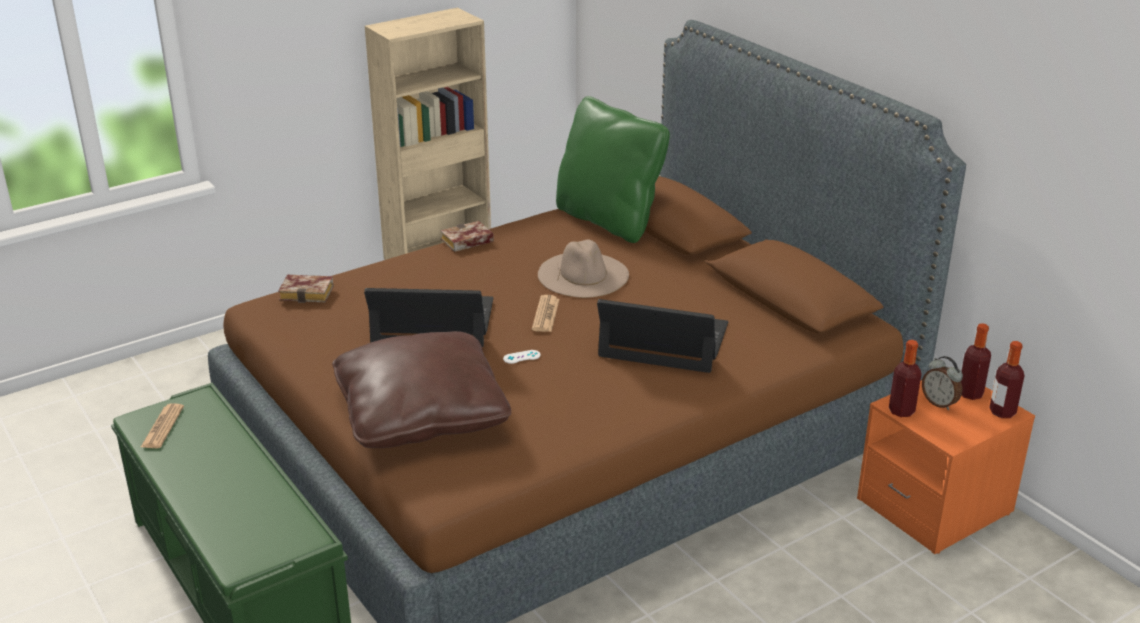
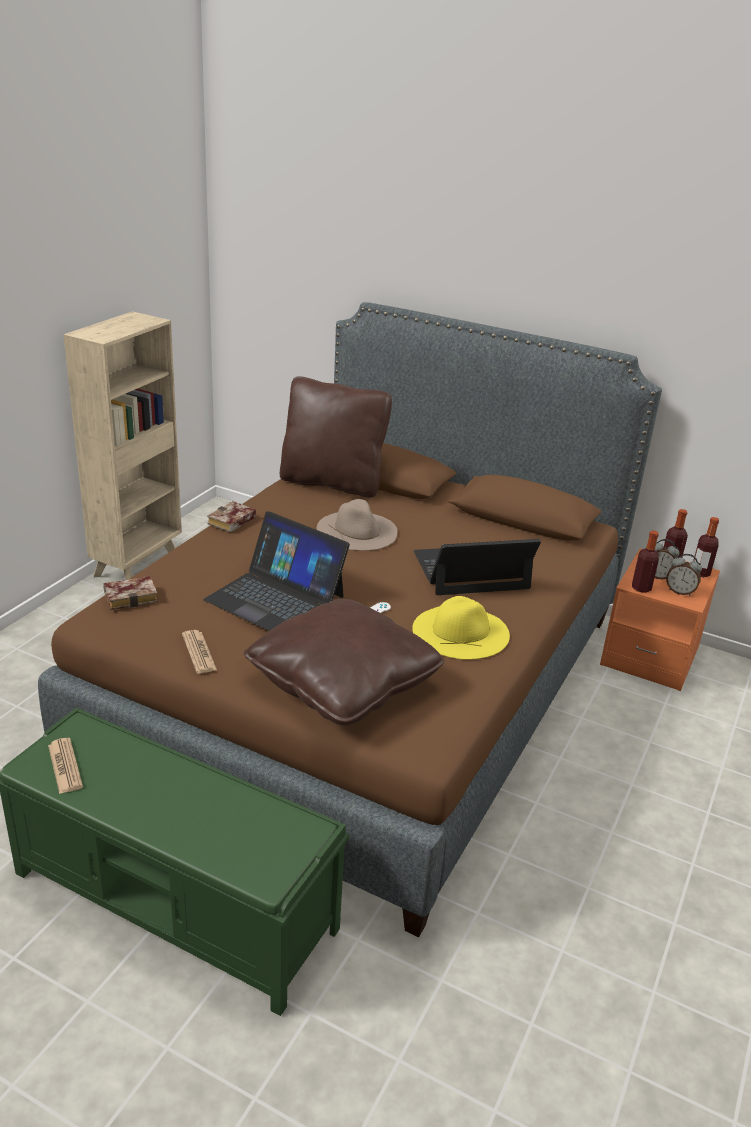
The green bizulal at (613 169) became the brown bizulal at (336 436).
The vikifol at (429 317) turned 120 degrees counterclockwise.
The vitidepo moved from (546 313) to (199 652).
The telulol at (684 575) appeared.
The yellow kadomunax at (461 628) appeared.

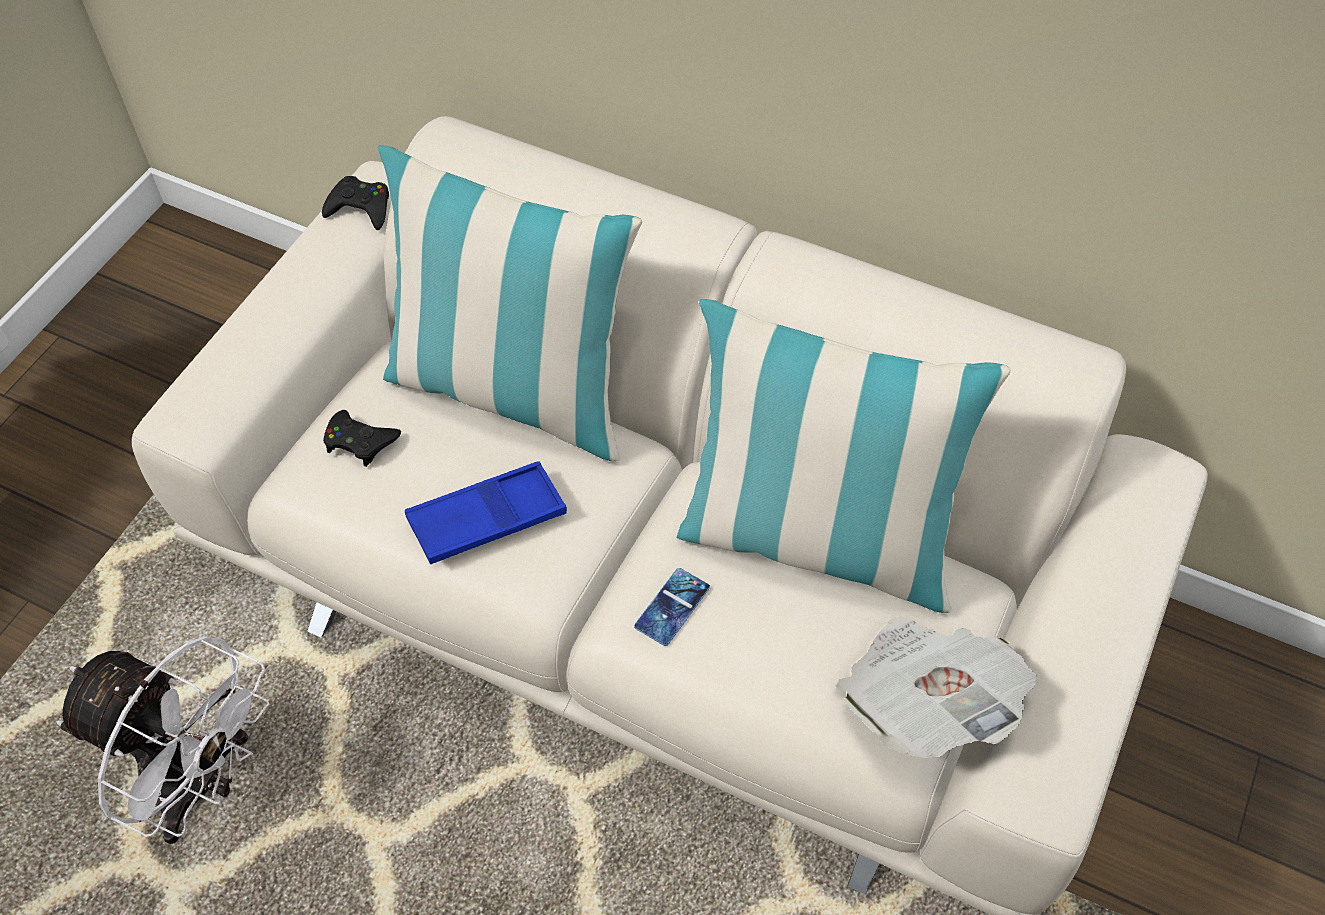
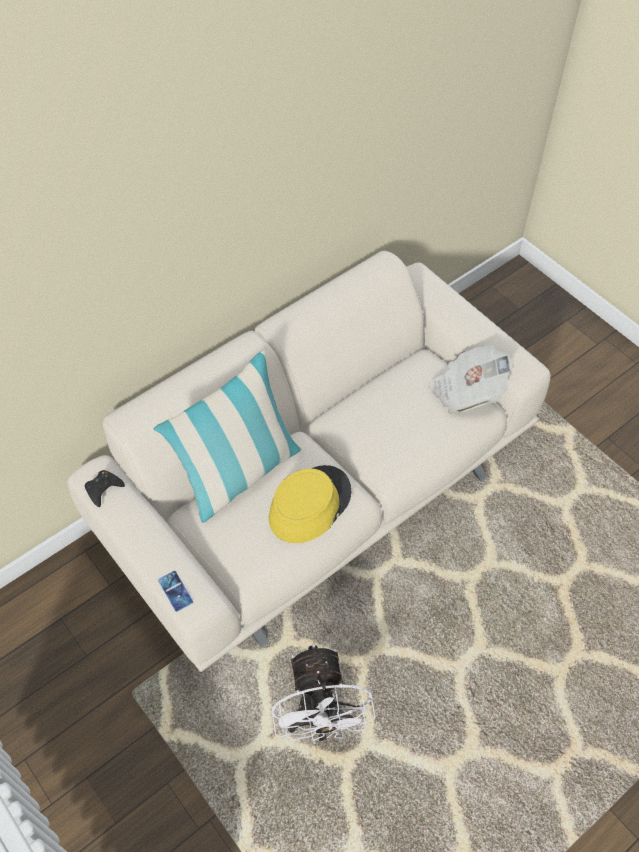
The bizulal at (844 456) disappeared.
The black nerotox at (362 438) disappeared.
The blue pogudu at (486 512) was replaced by the yellow kadomunax at (310 504).
The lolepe moved from (672 607) to (175 591).
The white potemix at (162 740) turned 120 degrees clockwise.

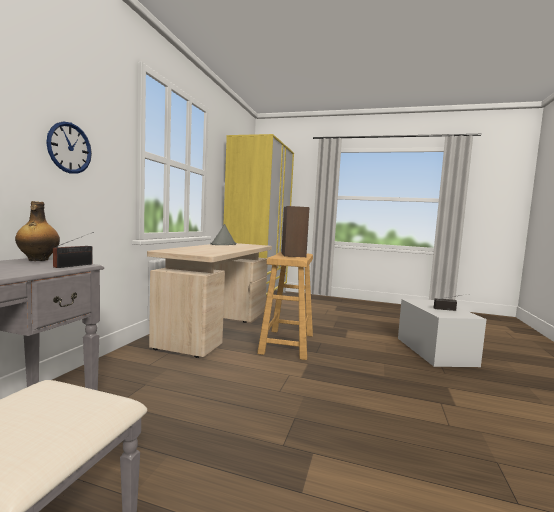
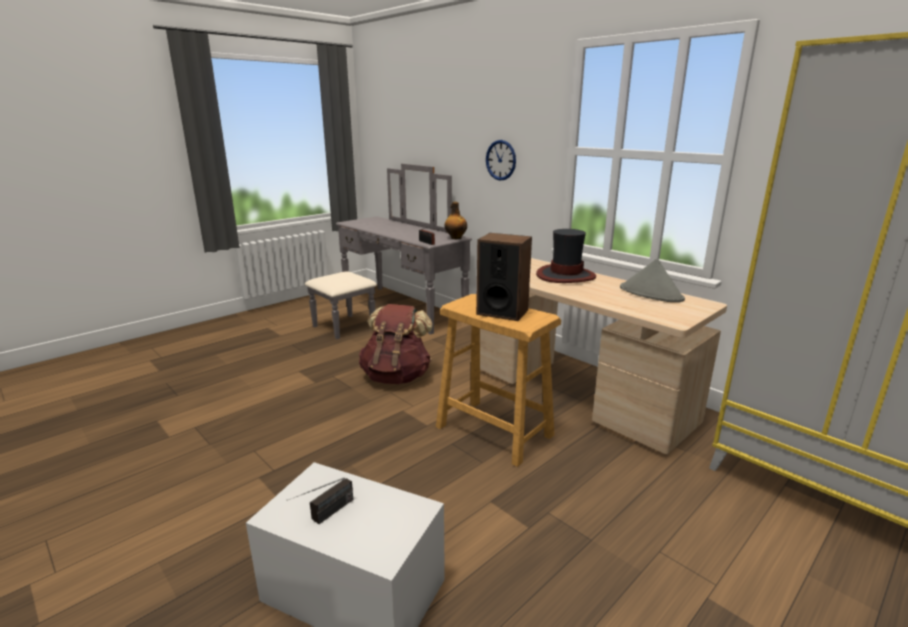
The kadomunax at (566 256) appeared.
The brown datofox at (396 344) appeared.

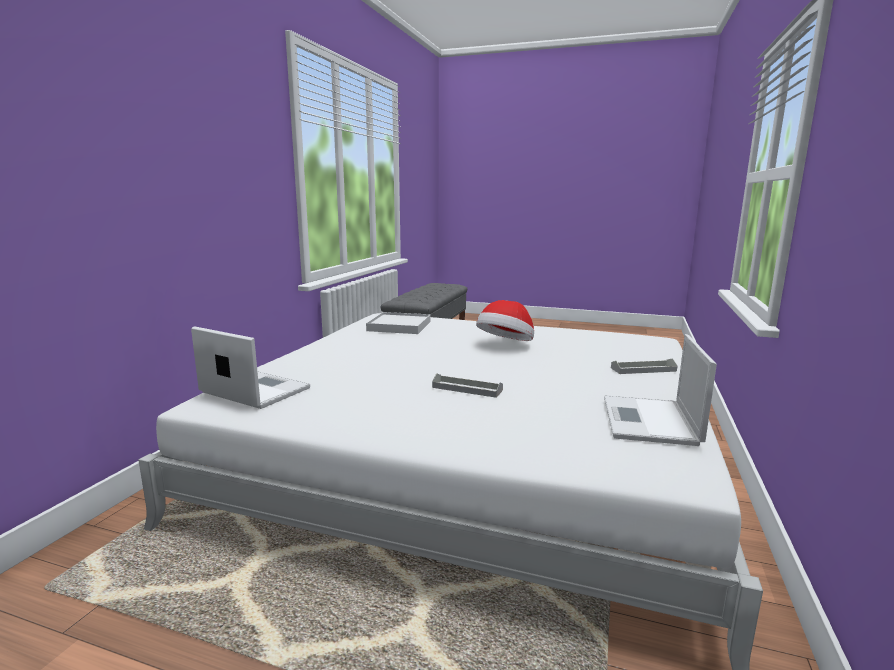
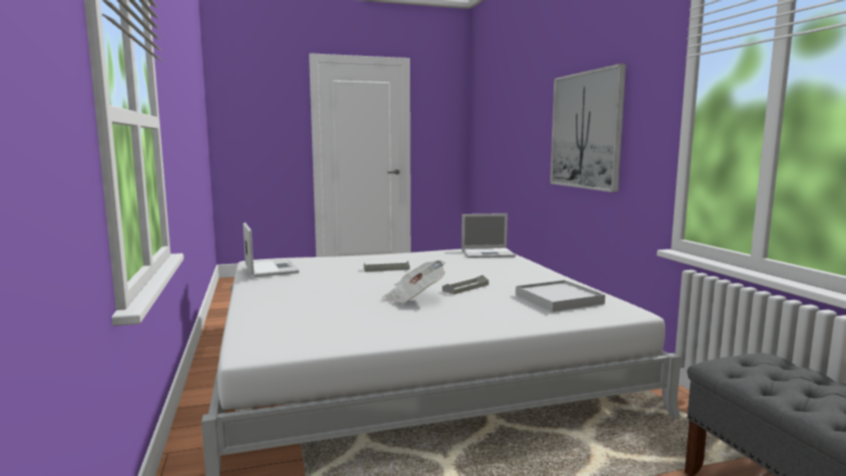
The kadomunax at (505 320) was replaced by the vitidepo at (413 281).
The grey pogudu moved from (644 366) to (465 285).
The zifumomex at (588 128) appeared.

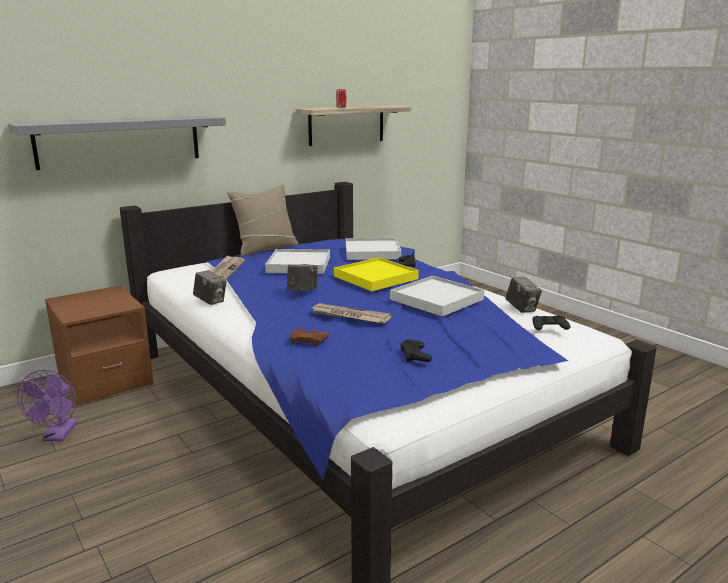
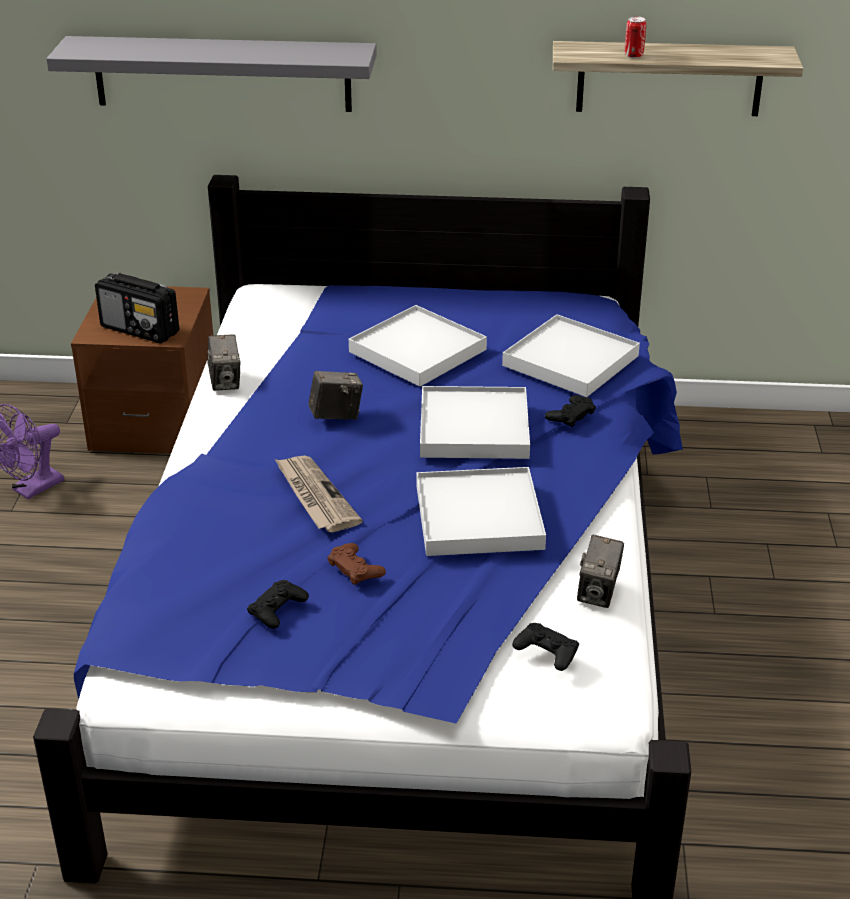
The beige bizulal at (262 220) disappeared.
The vitidepo at (228 267) disappeared.
The yellow pogudu at (376 274) became the white pogudu at (475 422).
The brown nerotox moved from (309 337) to (356 564).
The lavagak at (137 308) appeared.

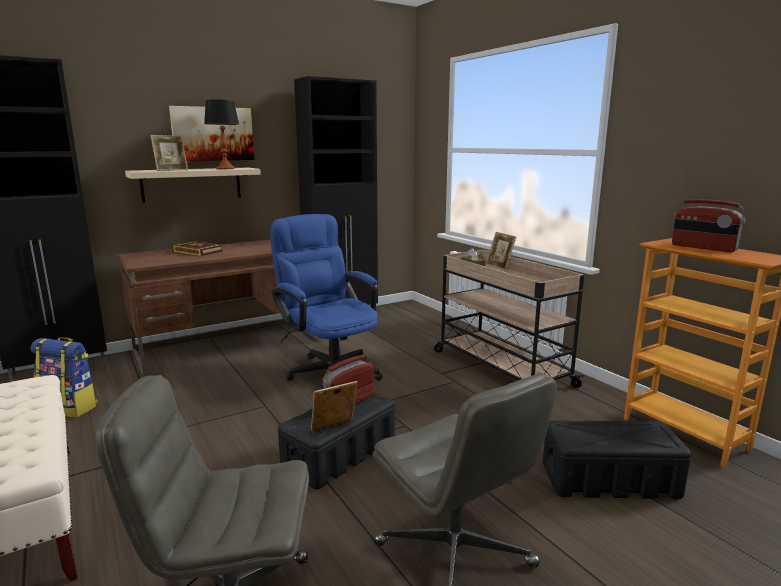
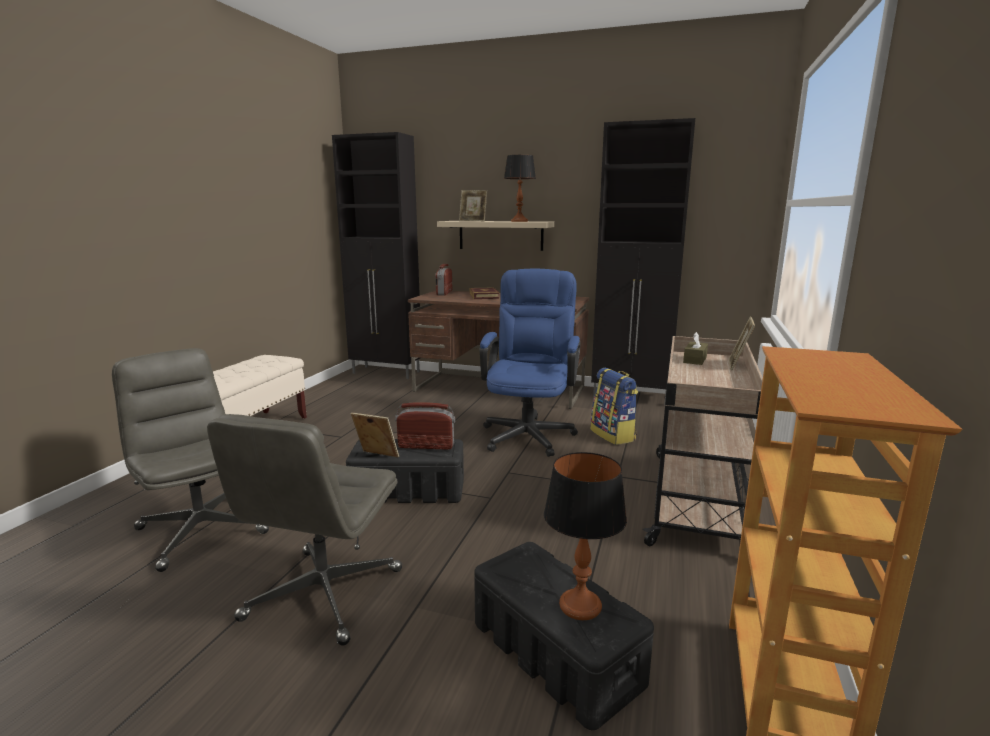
The zifumomex at (211 133) disappeared.
The lavagak moved from (709 225) to (443 279).
The datofox moved from (64 377) to (614 406).
The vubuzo at (585 536) appeared.

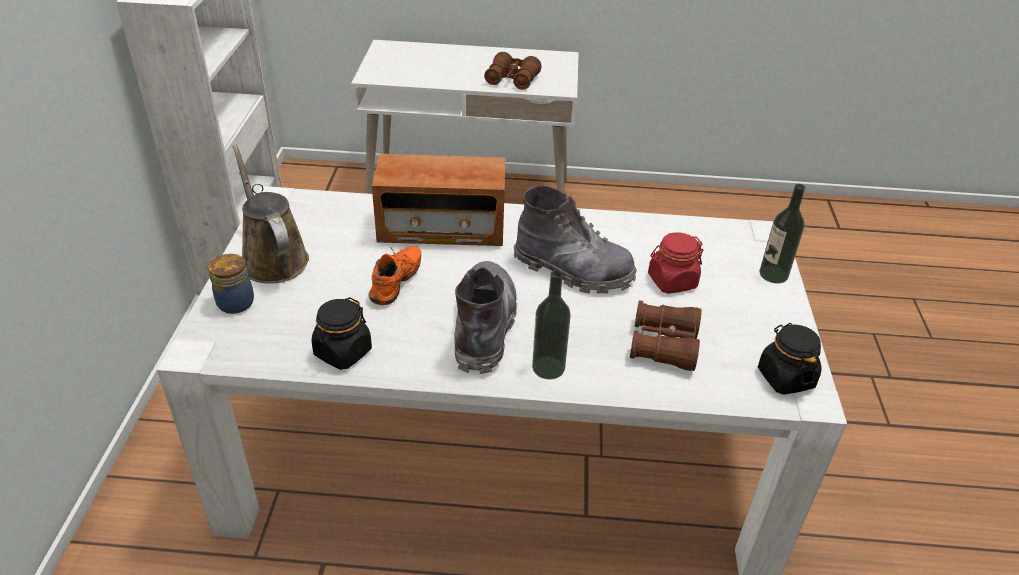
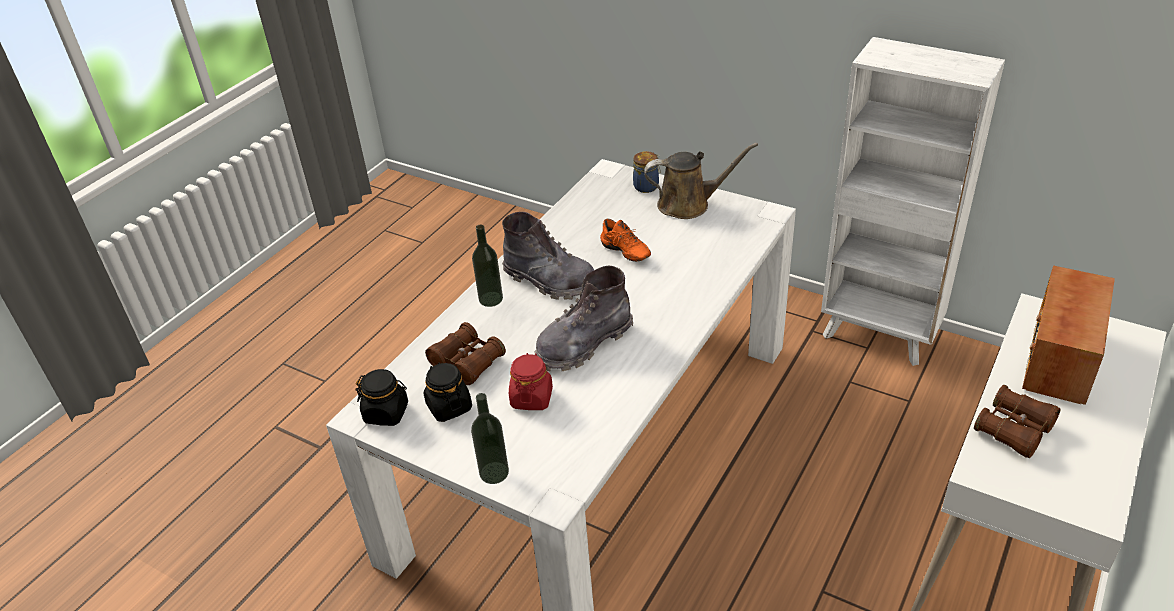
The lavagak moved from (438 200) to (1068 335).
The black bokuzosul moved from (342 333) to (448 392).

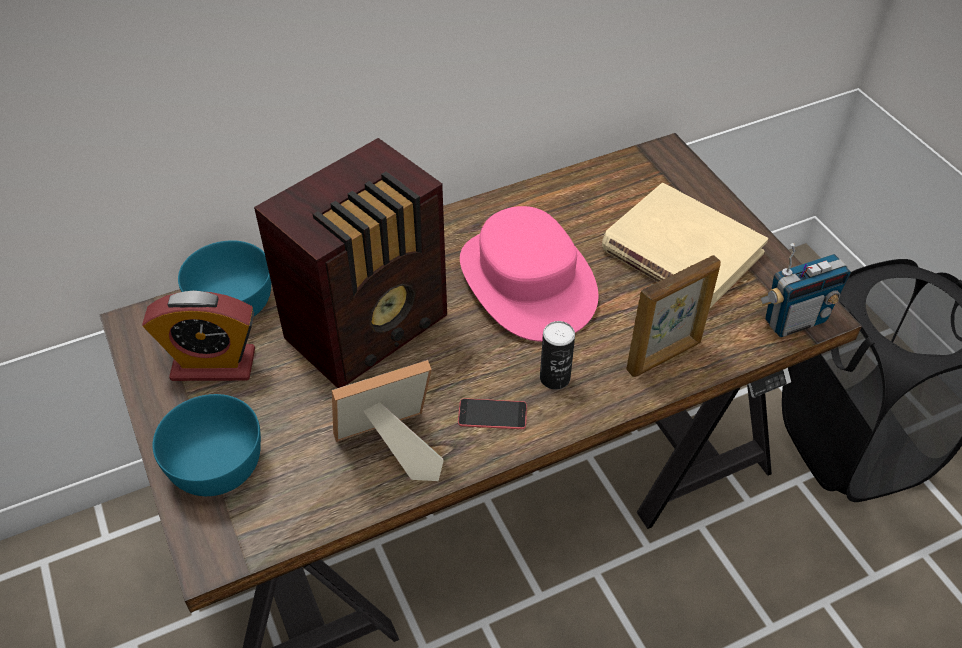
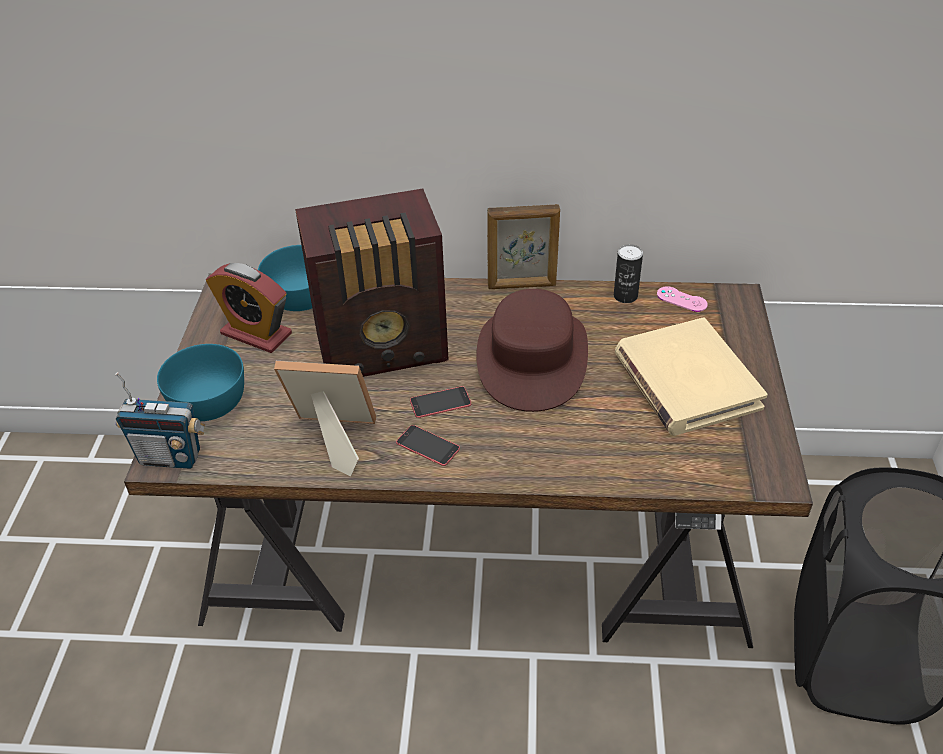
The pink kadomunax at (529 274) became the brown kadomunax at (532 350).
The lavagak moved from (805 290) to (160 420).
The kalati moved from (673 316) to (523 246).
The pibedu moved from (557 355) to (628 273).
The pink nerotox at (682 299) appeared.
The lolepe at (440 402) appeared.

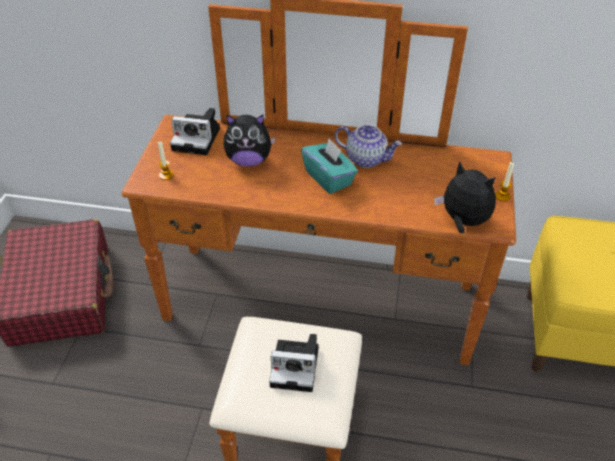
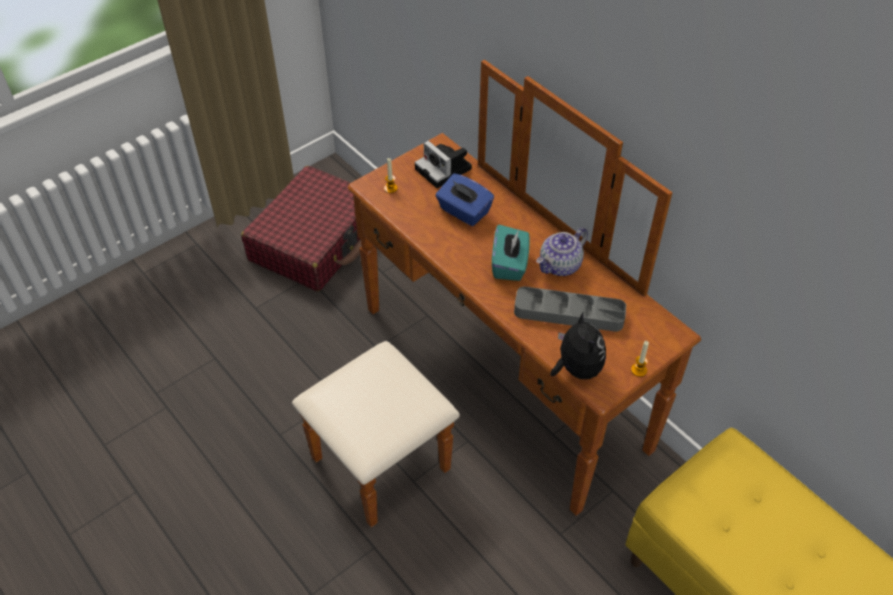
The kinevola at (249 141) was replaced by the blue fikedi at (465 199).
The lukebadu at (368 146) turned 75 degrees clockwise.
The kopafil at (294 363) disappeared.
The grey pogudu at (570 309) appeared.

